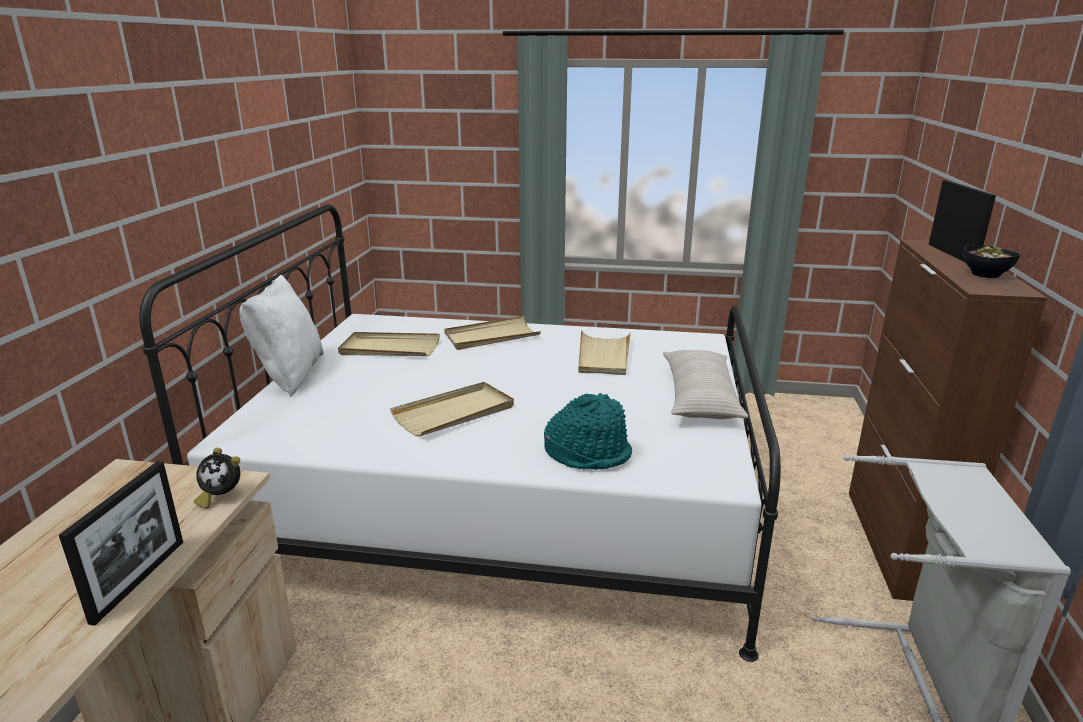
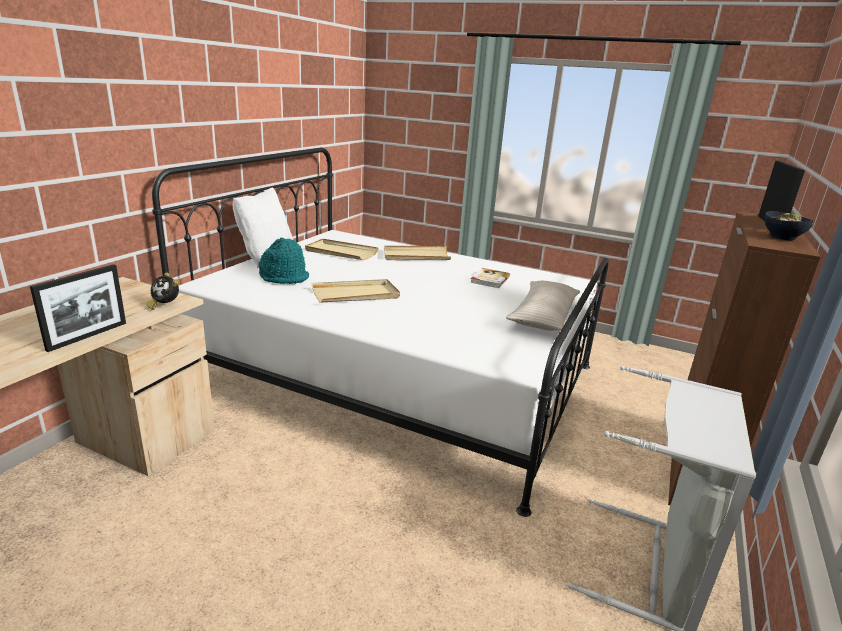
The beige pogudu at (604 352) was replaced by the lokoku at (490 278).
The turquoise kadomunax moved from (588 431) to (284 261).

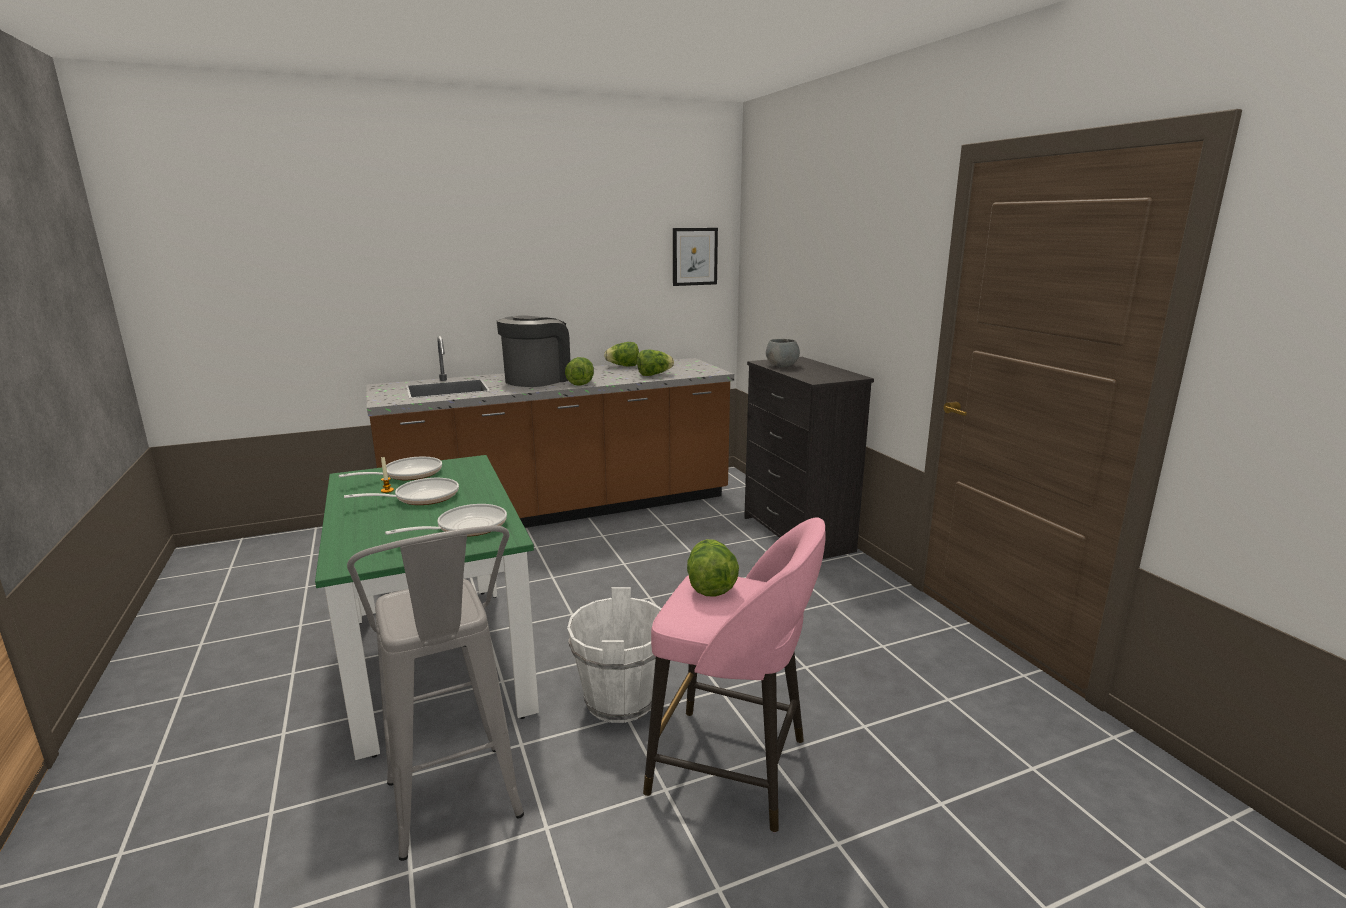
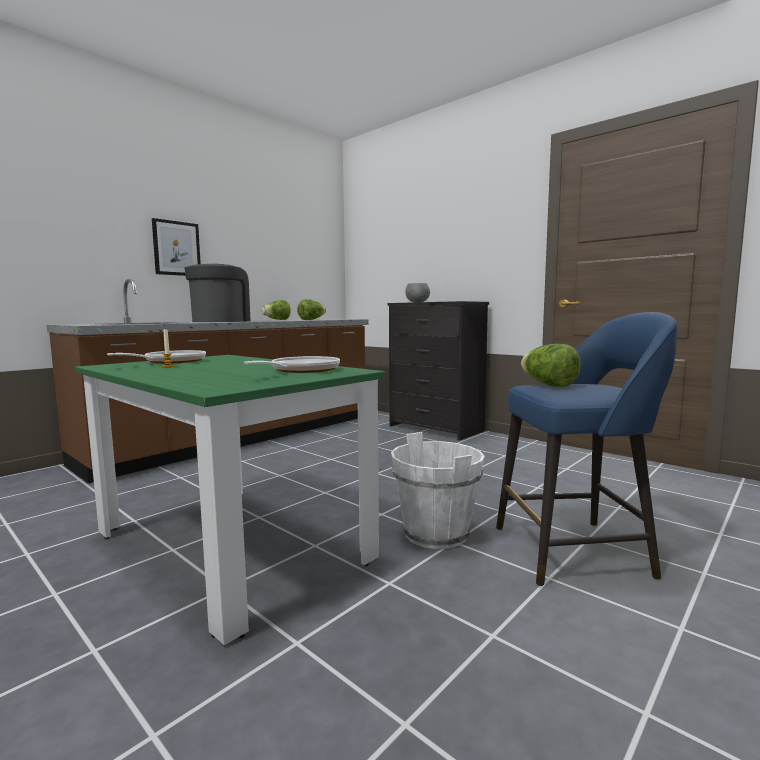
The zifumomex moved from (695 257) to (176 247).
The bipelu at (579 371) disappeared.
The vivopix at (401 491) disappeared.
The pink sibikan at (734 674) became the blue sibikan at (586 449).
The grey sibikan at (435 693) disappeared.

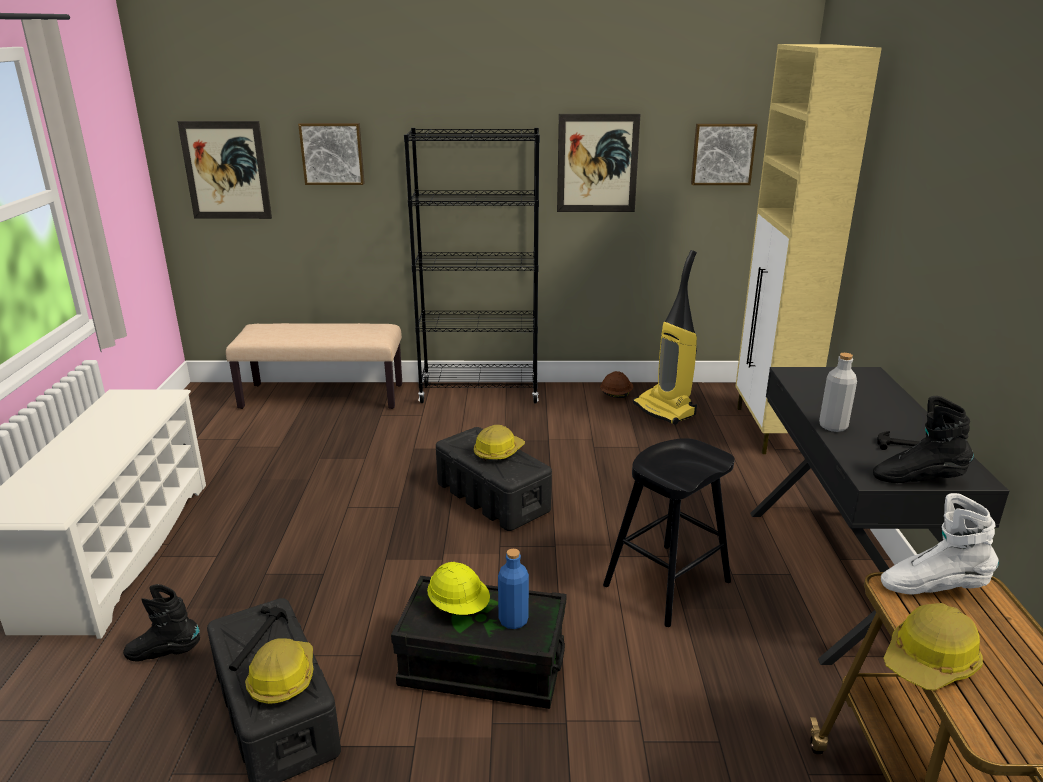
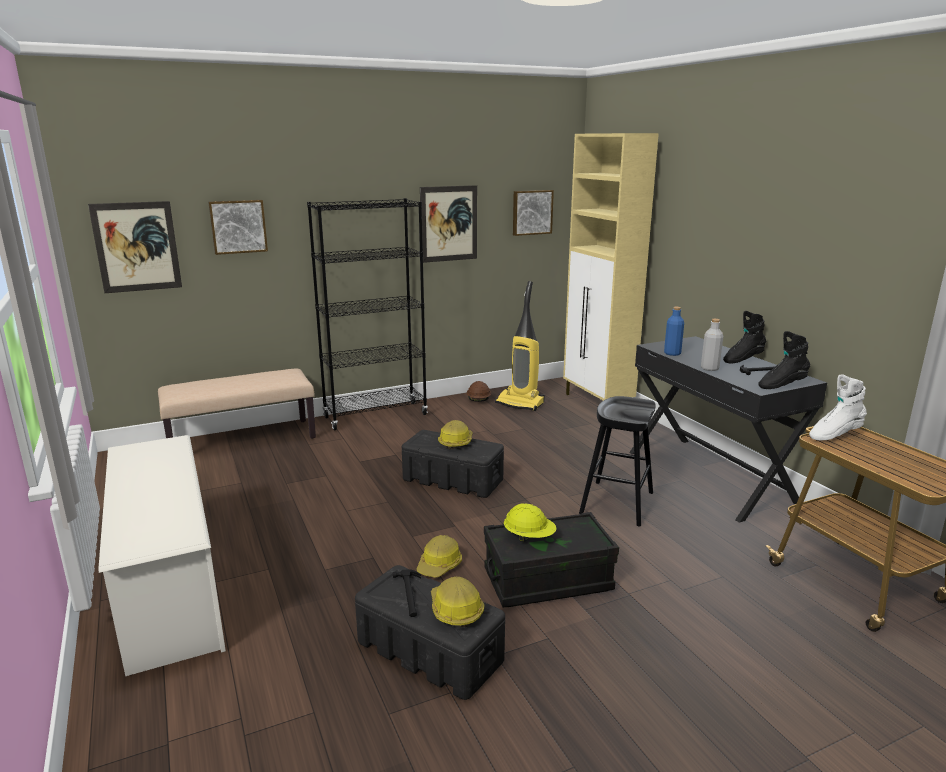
The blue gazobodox moved from (513 589) to (674 331).
The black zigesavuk moved from (161 623) to (745 337).
The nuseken moved from (933 646) to (439 556).

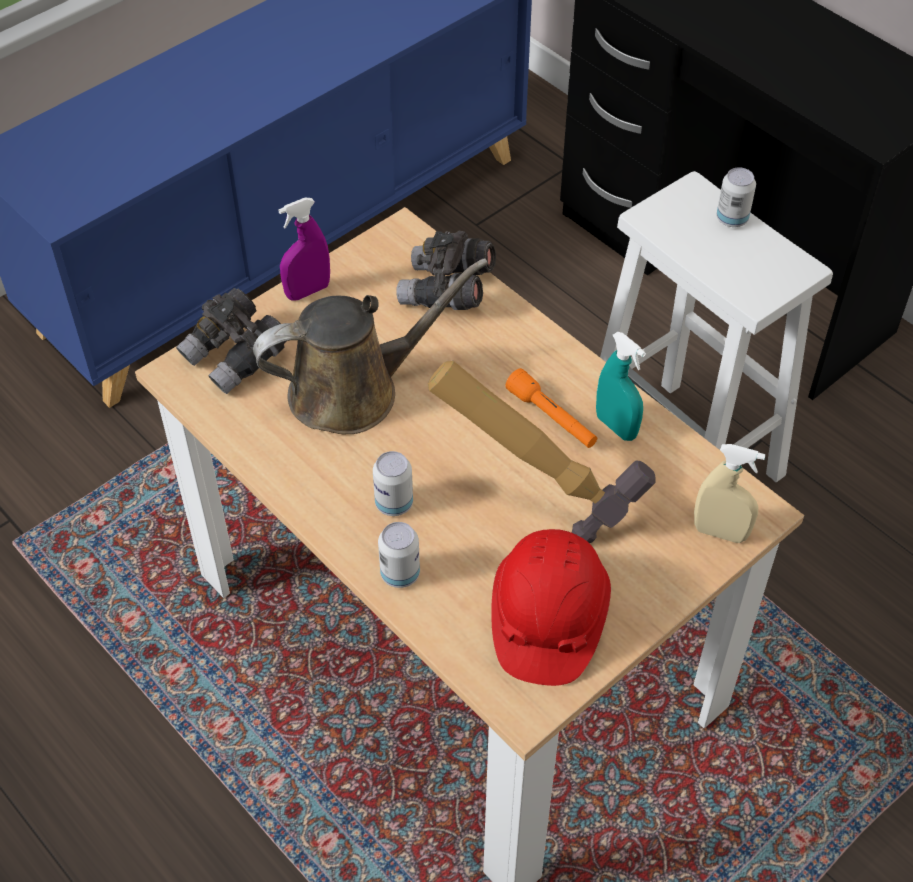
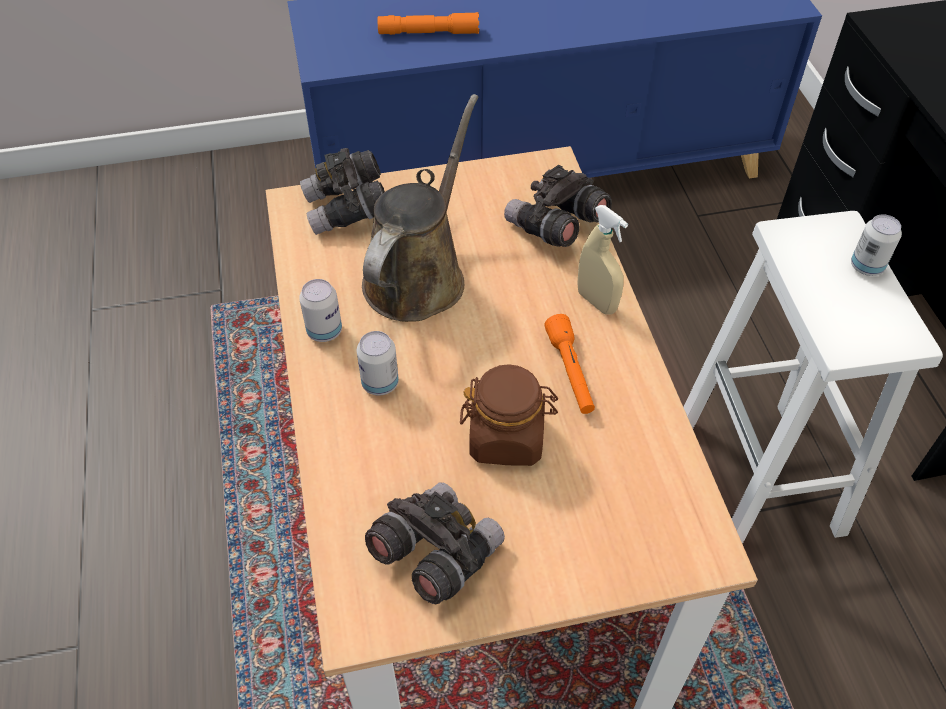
The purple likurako at (304 248) disappeared.
The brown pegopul at (370 346) turned 75 degrees counterclockwise.
The turquoise likurako at (621 386) disappeared.
The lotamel at (542 452) was replaced by the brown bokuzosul at (509 415).
The beige likurako moved from (730 493) to (602 260).
The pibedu moved from (399 555) to (320 310).
The red nuseken at (551 607) was replaced by the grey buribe at (435 543).
The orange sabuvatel at (428 23) appeared.

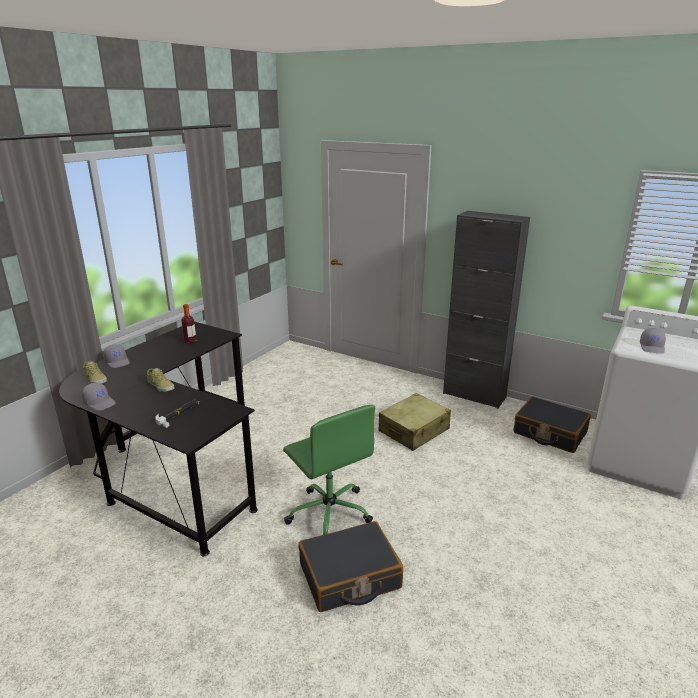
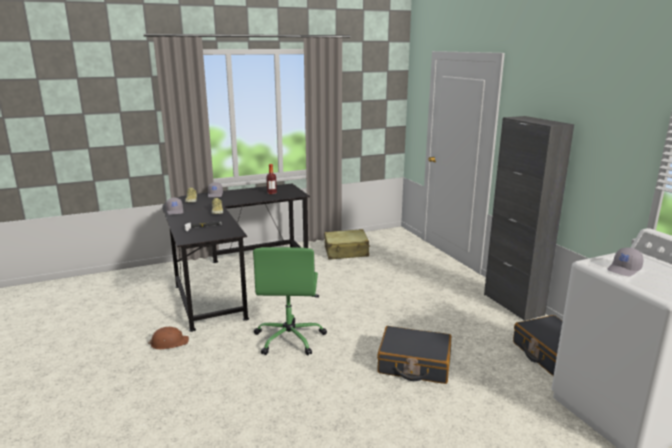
The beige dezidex moved from (414 422) to (347 244).
The black dezidex moved from (350 566) to (414 355).
The brown nuseken at (168 338) appeared.

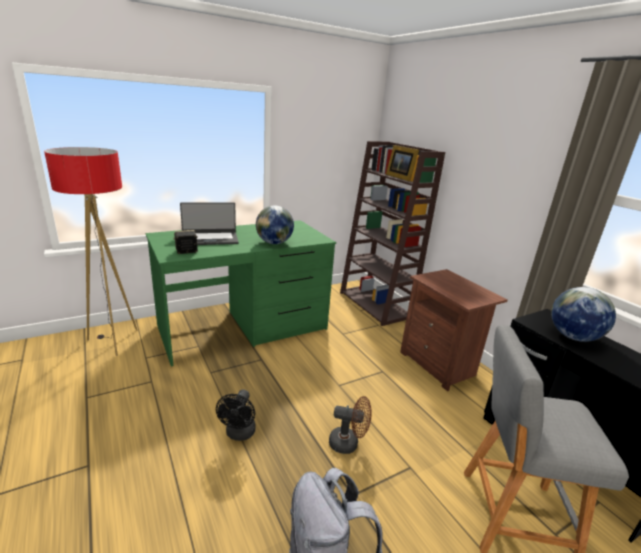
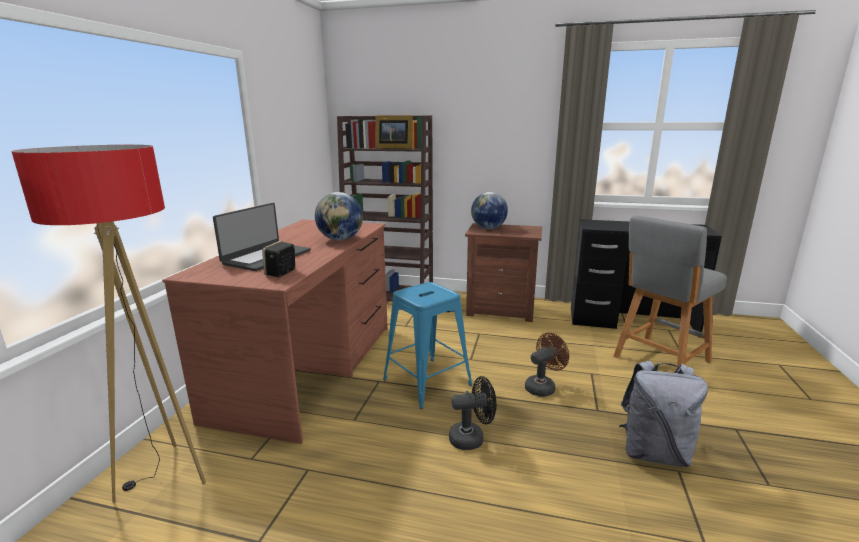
The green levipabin at (240 293) became the brown levipabin at (275 332).
The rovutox moved from (583 314) to (489 210).
The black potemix at (236 415) turned 60 degrees counterclockwise.
The blue sibikan at (427 345) appeared.

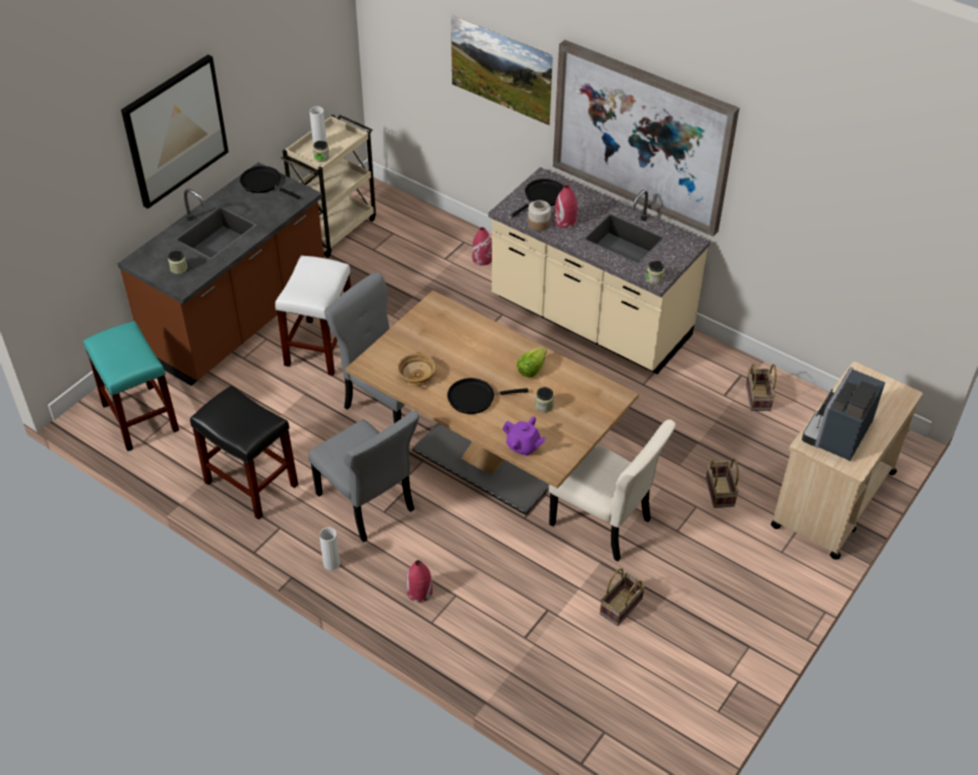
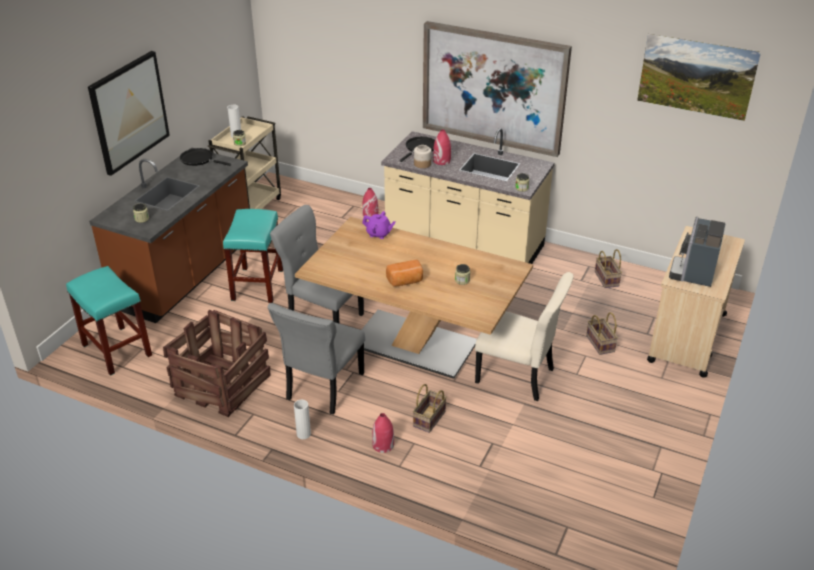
The zifumomex moved from (502 70) to (699 77).
The white sibikan at (313 315) became the turquoise sibikan at (253 256).
The bipelu at (532 362) disappeared.
The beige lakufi at (416 369) disappeared.
The black vivopix at (487 396) was replaced by the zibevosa at (404 273).
The black sibikan at (244 452) was replaced by the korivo at (216 363).
The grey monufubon at (363 476) turned 75 degrees clockwise.
The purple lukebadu moved from (524 436) to (378 225).
The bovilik moved from (623 597) to (430 408).

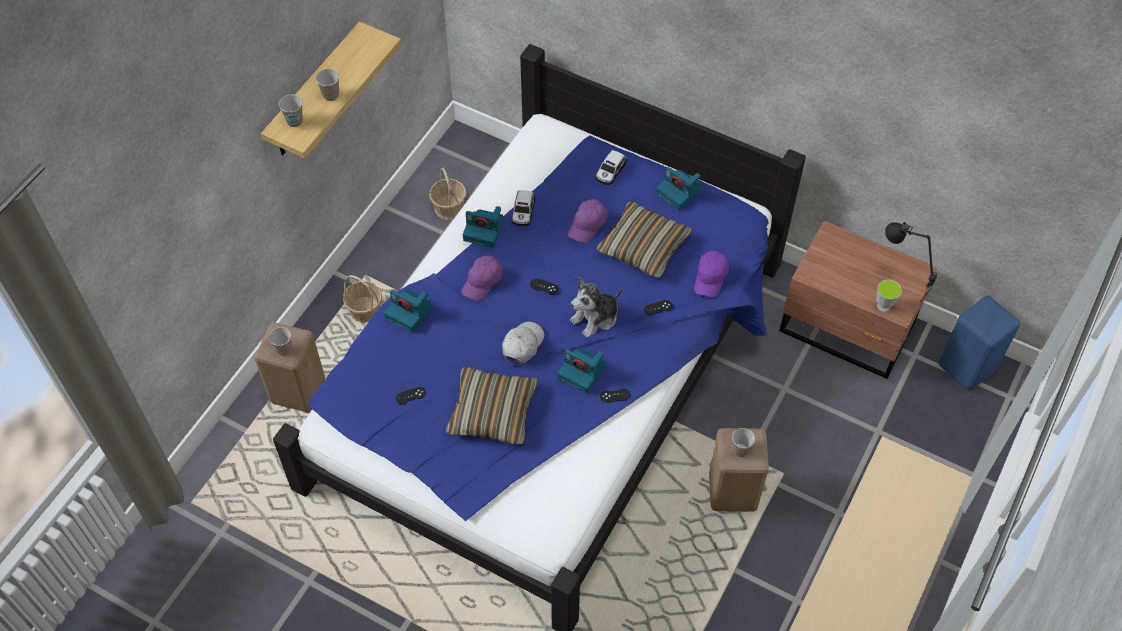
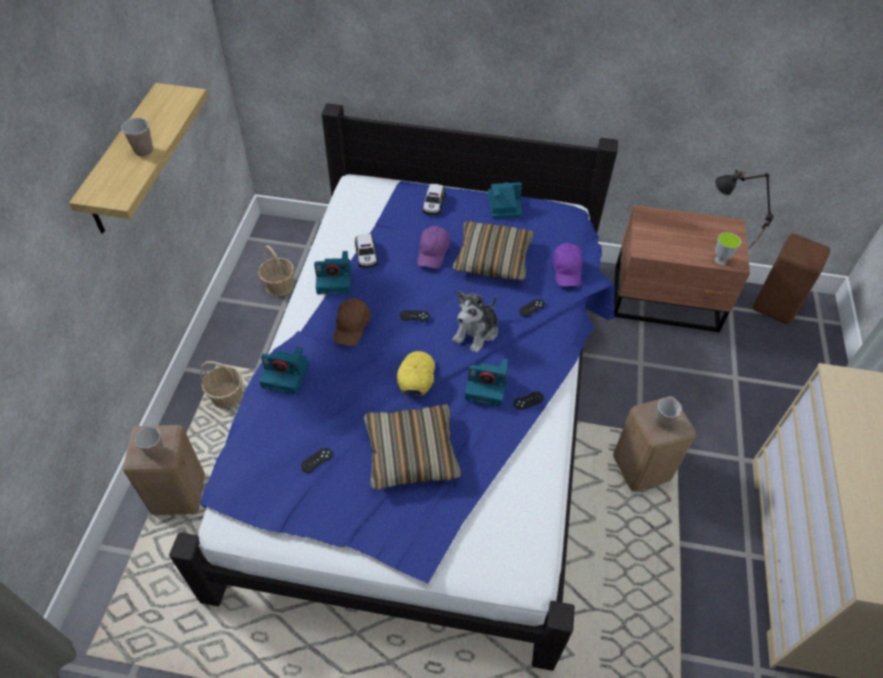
The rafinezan at (291 111) disappeared.
The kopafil at (679 188) turned 150 degrees clockwise.
The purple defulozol at (482 278) became the brown defulozol at (351 322).
The blue sibikan at (979 343) became the brown sibikan at (791 279).
The white defulozol at (523 343) became the yellow defulozol at (416 373).

